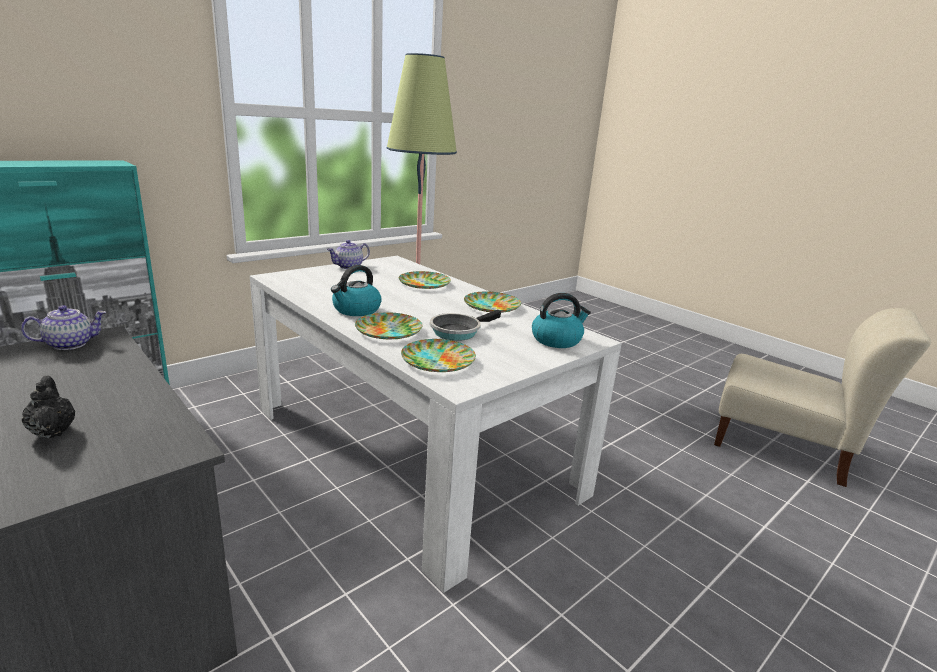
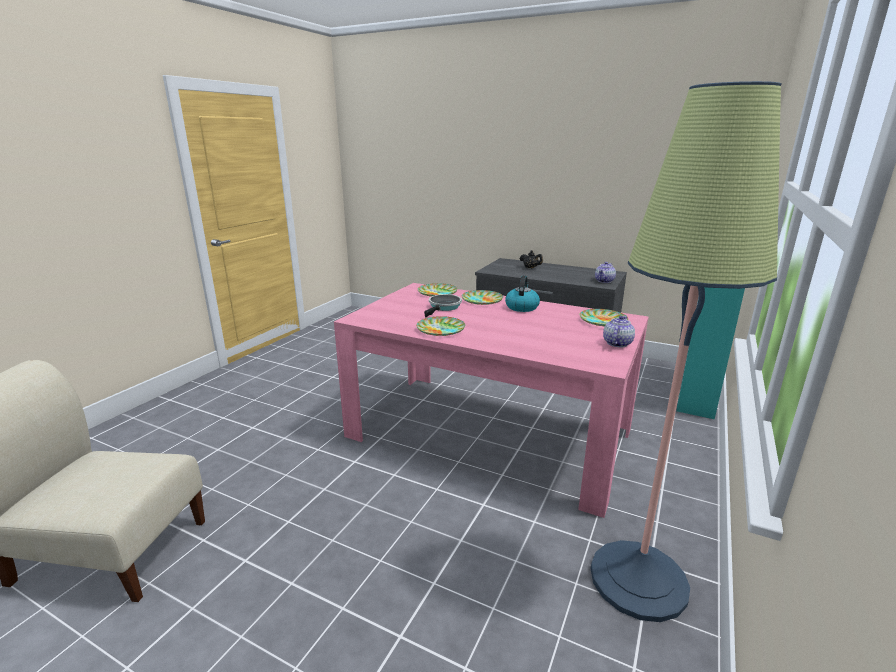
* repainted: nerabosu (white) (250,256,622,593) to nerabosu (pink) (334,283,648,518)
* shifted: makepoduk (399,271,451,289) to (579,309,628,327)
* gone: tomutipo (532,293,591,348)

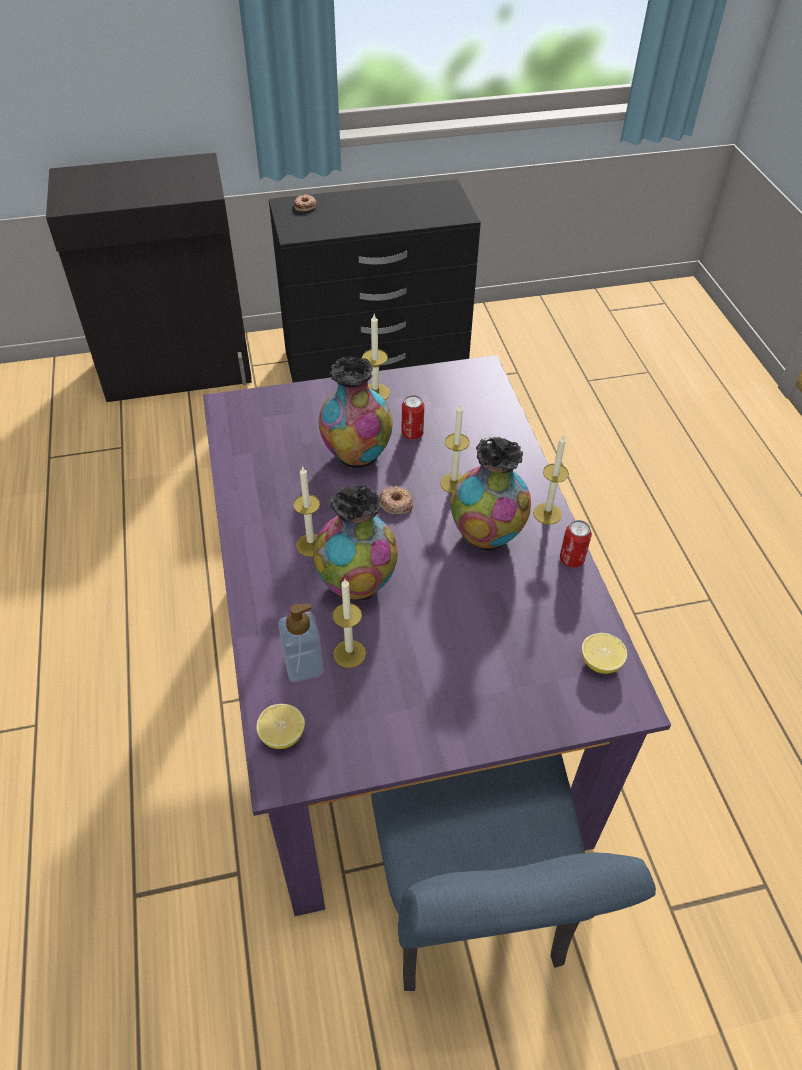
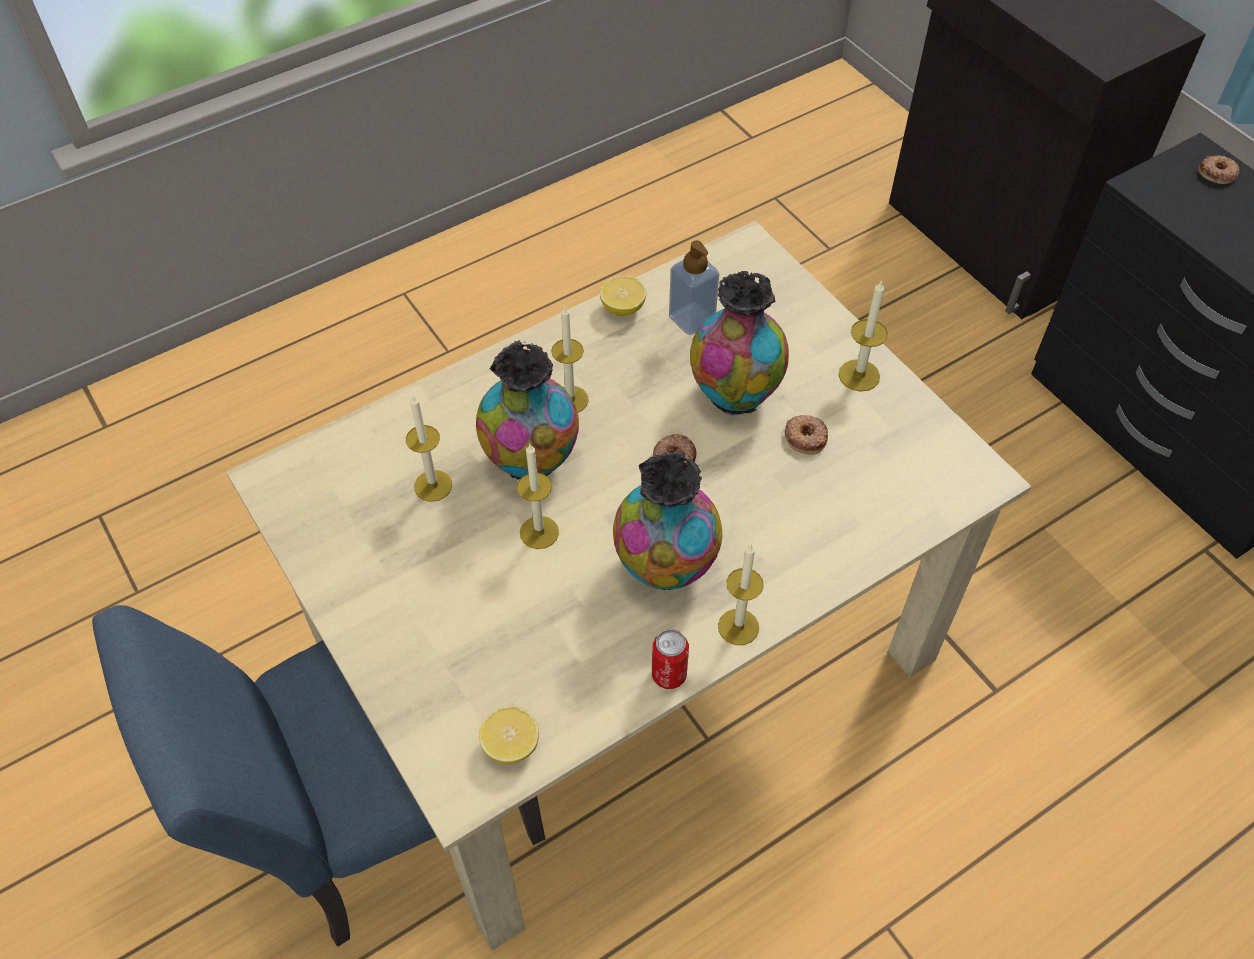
* repainted: nerabosu (purple) (203,355,671,916) to nerabosu (beige) (226,221,1032,950)
* shifted: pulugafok (256,704,305,749) to (600,276,646,316)
* shifted: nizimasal (278,604,323,682) to (669,240,719,335)
* swapped: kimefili (401,395,424,439) to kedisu (784,415,828,455)
* shifted: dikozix (440,404,470,493) to (517,444,559,549)

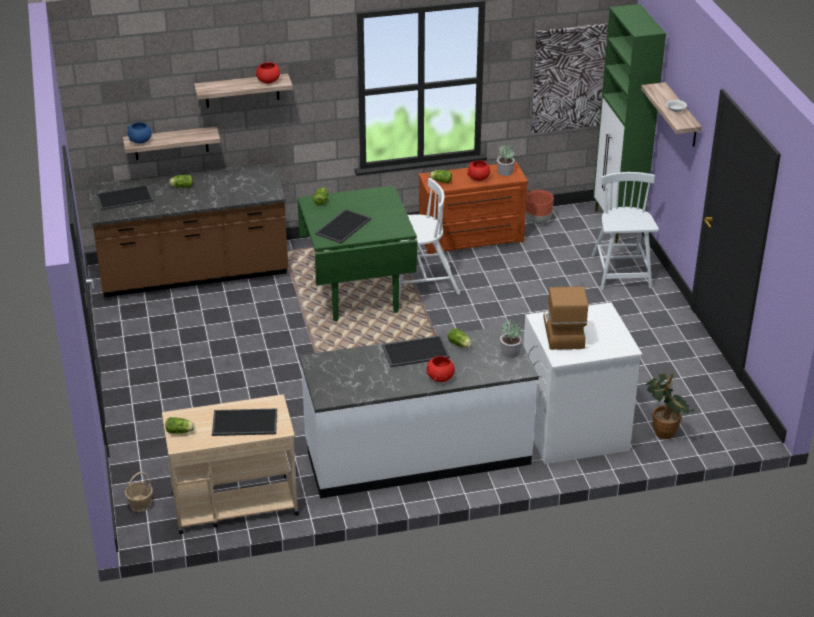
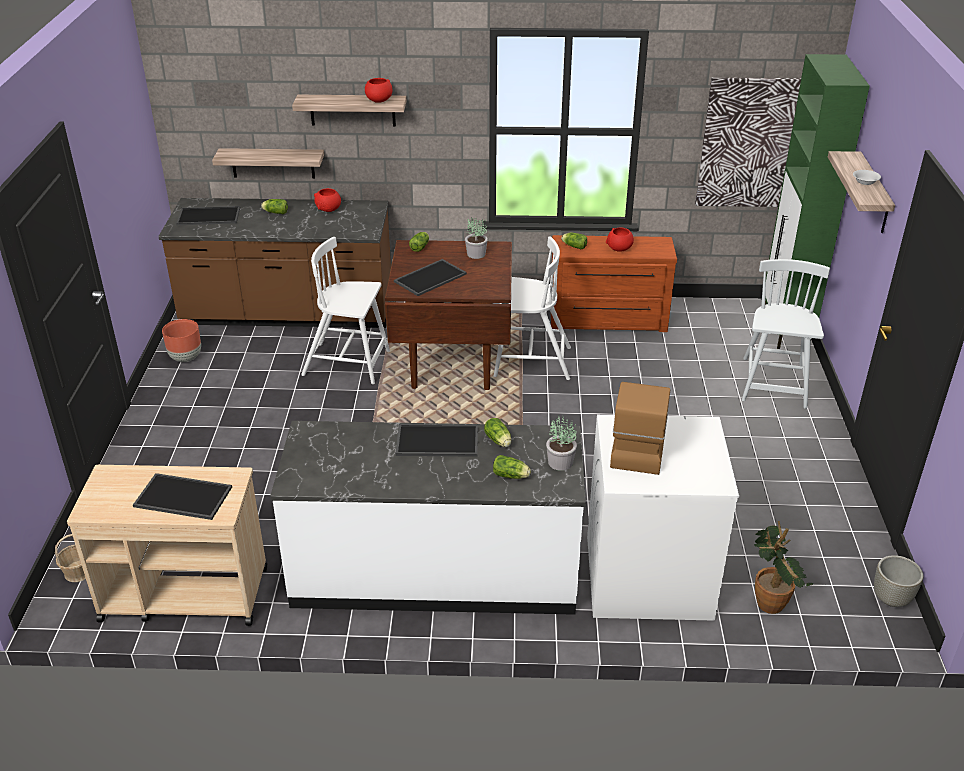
* gone: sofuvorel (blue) (127,122,152,144)
* shifted: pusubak (165,417,195,434) to (493,455,531,479)
* repainted: nerabosu (green) (297,186,418,321) to nerabosu (brown) (385,240,512,390)
* shifted: sofuvorel (red) (427,356,455,382) to (314,188,341,212)
* shifted: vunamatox (497,144,515,176) to (465,218,488,259)
* shifted: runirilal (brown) (526,190,554,224) to (162,319,201,362)
* new: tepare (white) (301,237,390,384)
* new: runirilal (grey) (874,555,923,607)

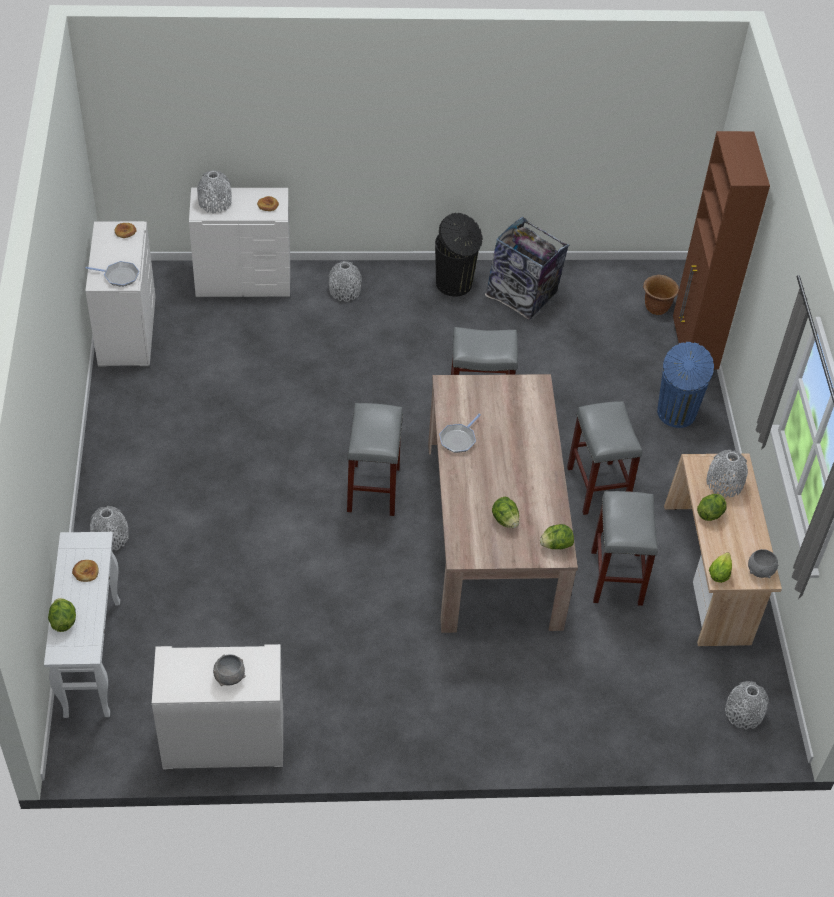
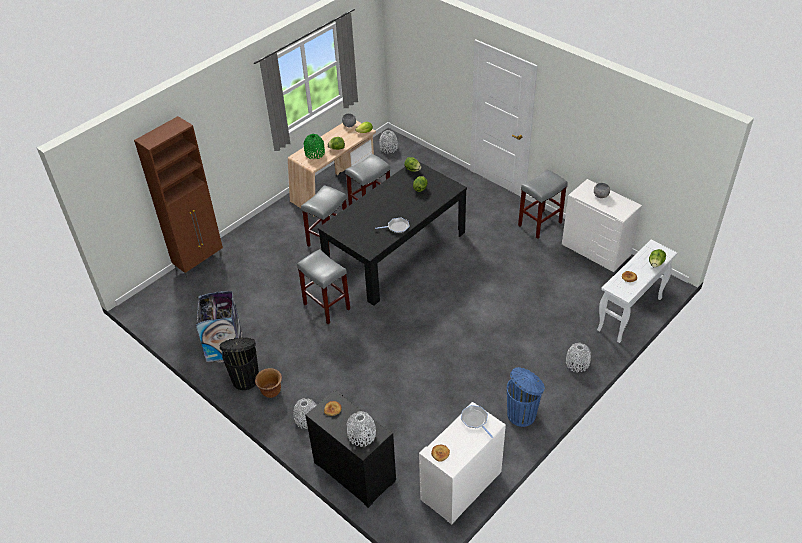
* repainted: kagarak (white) (189,188,290,298) to kagarak (black) (305,390,396,508)
* shifted: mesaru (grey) (347,403,403,516) to (518,169,568,239)
* repainted: nerabosu (beige) (428,374,578,633) to nerabosu (black) (318,161,467,306)
* shifted: runirilal (brown) (643,275,679,315) to (255,368,282,398)
* shifted: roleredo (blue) (657,342,714,428) to (507,367,545,427)
* repainted: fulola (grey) (706,450,748,497) to fulola (green) (304,134,325,159)

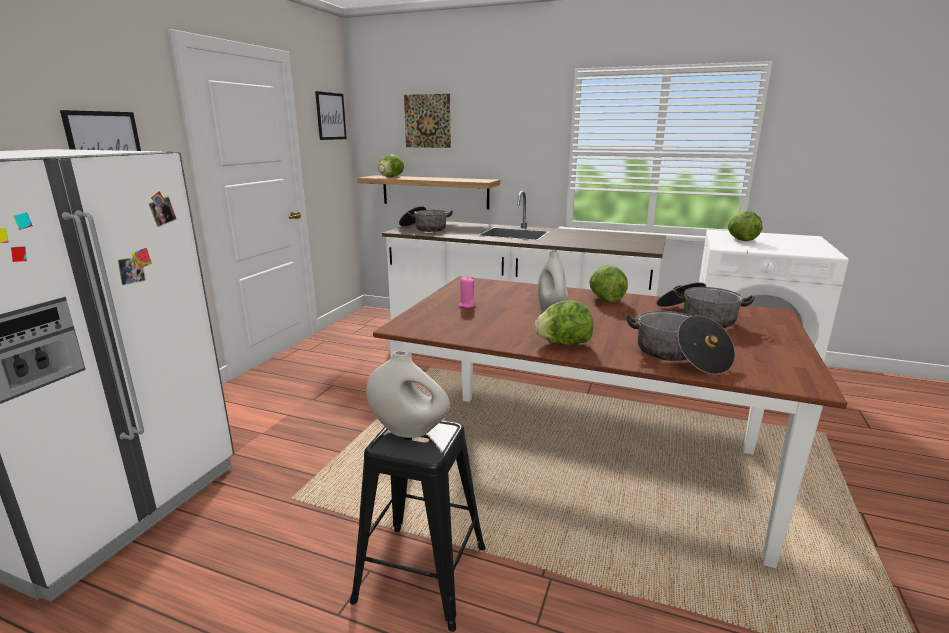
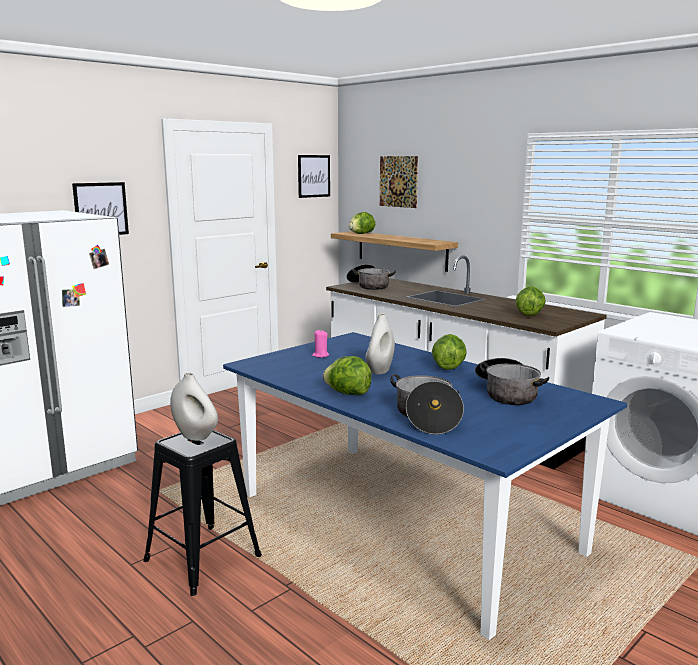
* repainted: nerabosu (brown) (373,276,847,568) to nerabosu (blue) (223,332,627,640)
* shifted: pusubak (728,211,762,241) to (516,286,546,316)

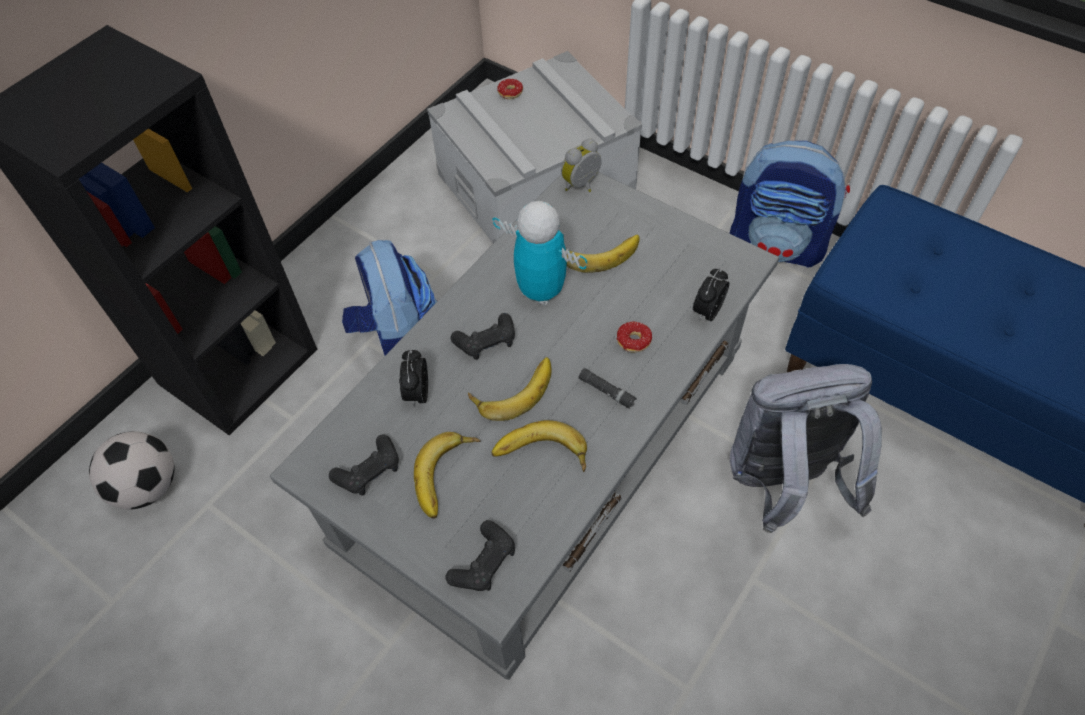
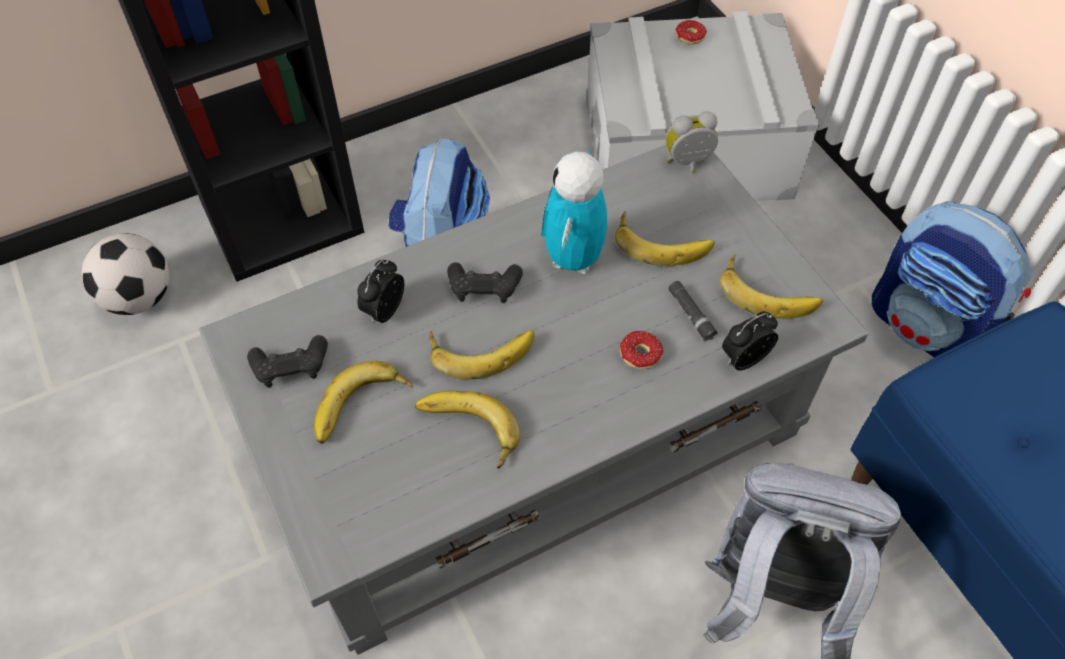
* gone: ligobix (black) (445,520,515,591)
* rotated: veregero (492,201,587,306) = (541,150,607,274) 135 degrees counterclockwise
* shifted: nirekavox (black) (579,368,637,409) to (668,281,718,341)
* new: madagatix (720,254,823,319)

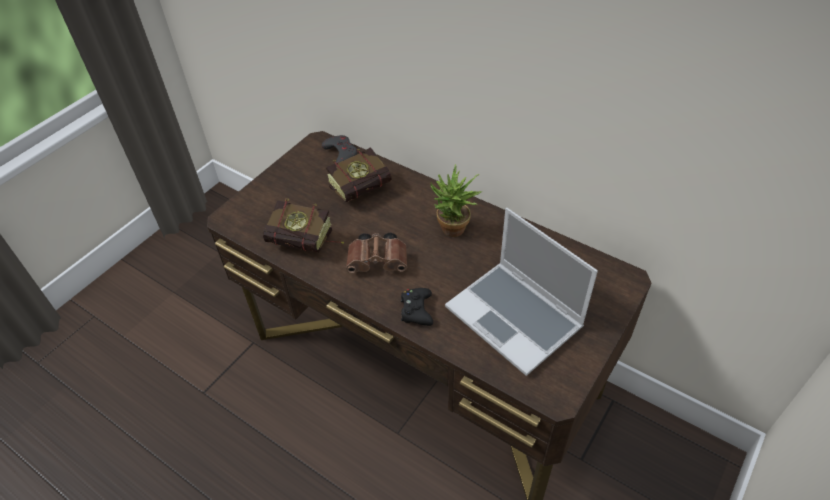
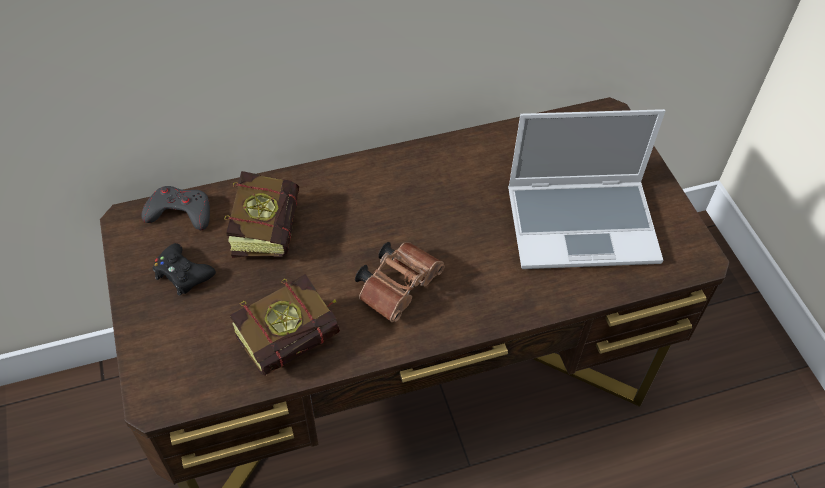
* shifted: ligobix (black) (401,288,433,326) to (153,243,216,296)
* gone: vunamatox (430,164,482,237)

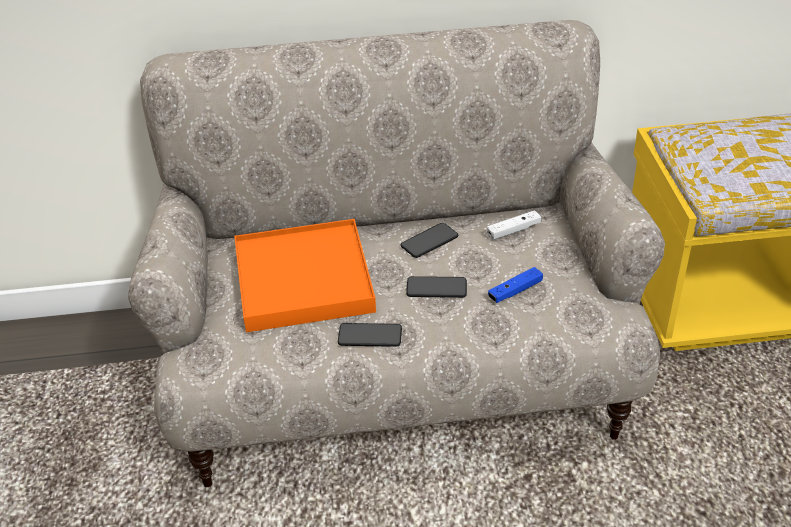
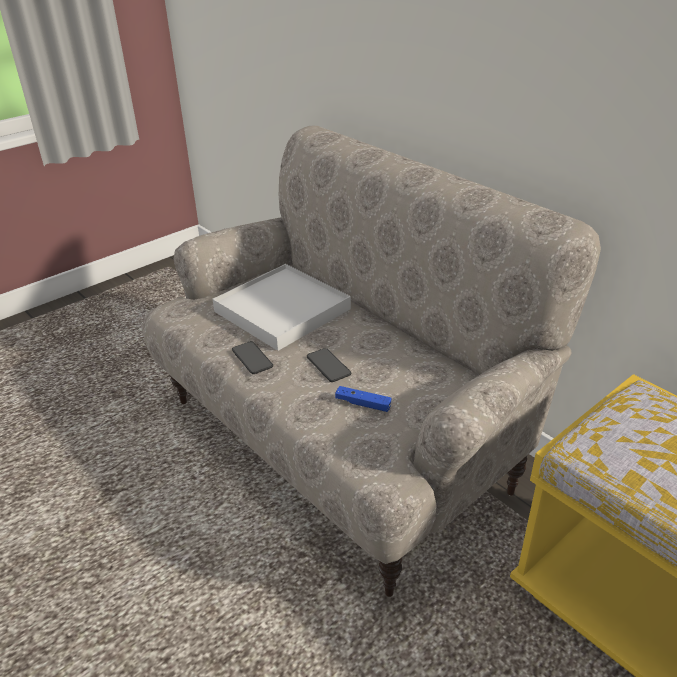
* repainted: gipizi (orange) (234,219,376,332) to gipizi (white) (213,264,351,351)
* gone: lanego (401,223,458,258)
* gone: ligobix (white) (487,210,541,240)

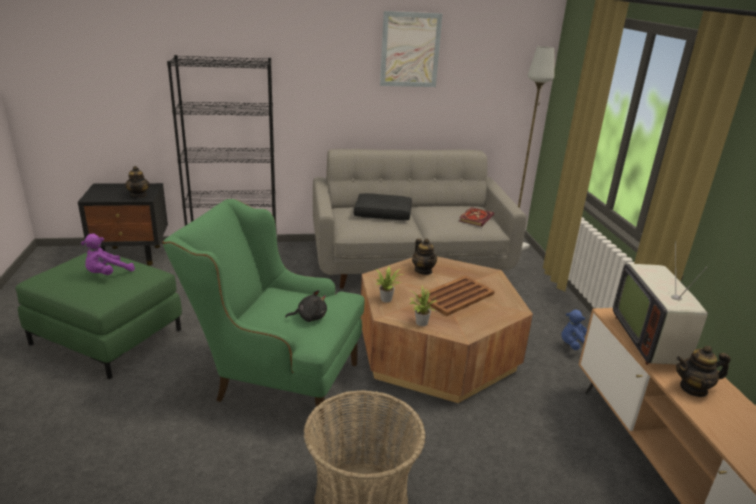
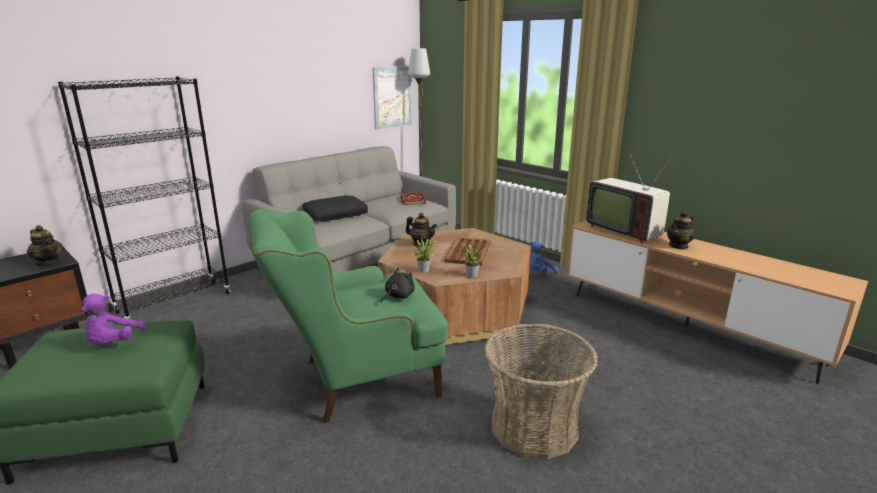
* shifted: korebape (380,11,442,87) to (372,66,412,130)

